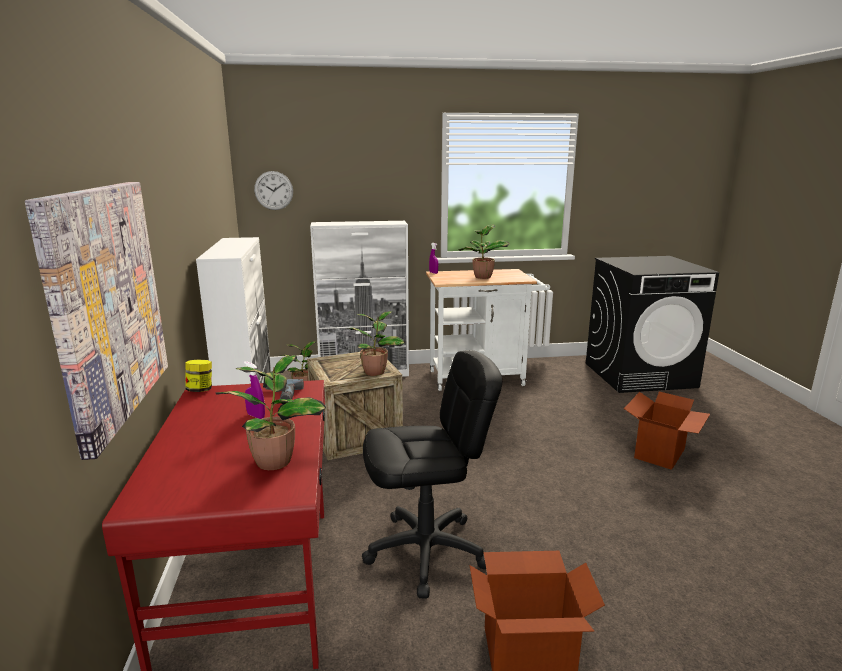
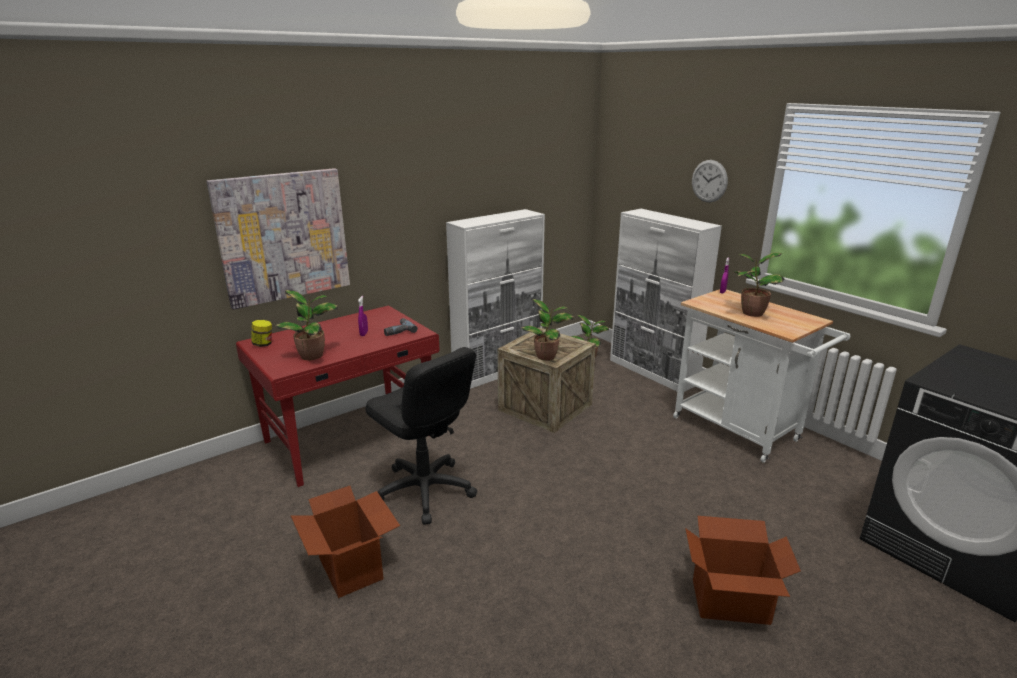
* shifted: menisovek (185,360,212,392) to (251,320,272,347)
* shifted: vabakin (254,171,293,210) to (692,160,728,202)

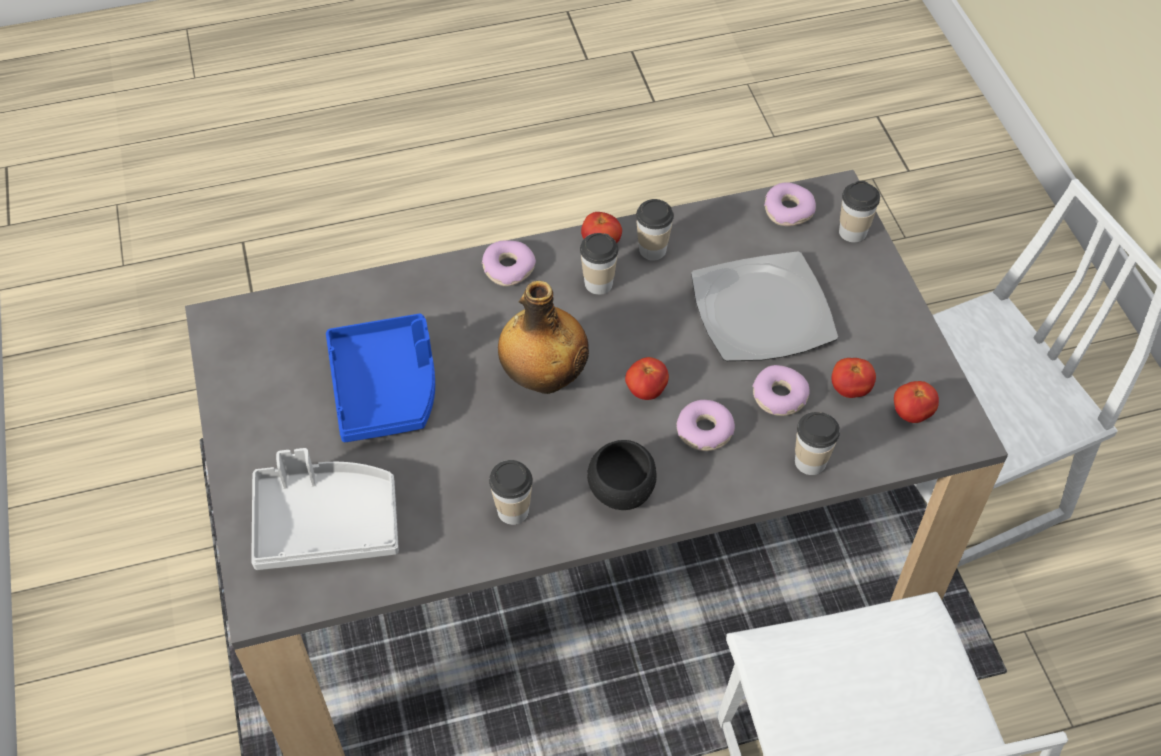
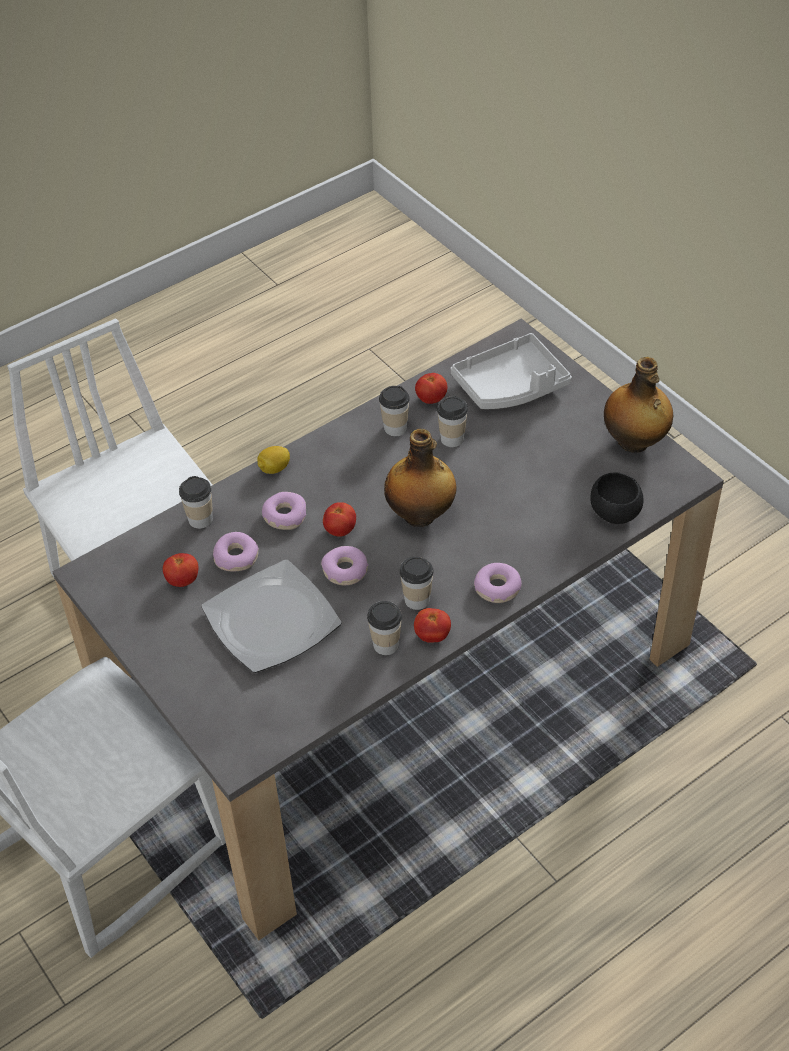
* gone: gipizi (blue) (326,314,435,442)
* shifted: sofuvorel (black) (587,440,656,510) to (590,472,644,524)
* shifted: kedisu (764,183,816,226) to (321,546,368,585)
* shifted: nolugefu (839,181,880,243) to (437,396,468,447)
* shifted: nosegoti (894,381,939,423) to (415,373,447,404)
* new: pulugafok (257,446,290,474)
* new: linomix (604,357,673,453)

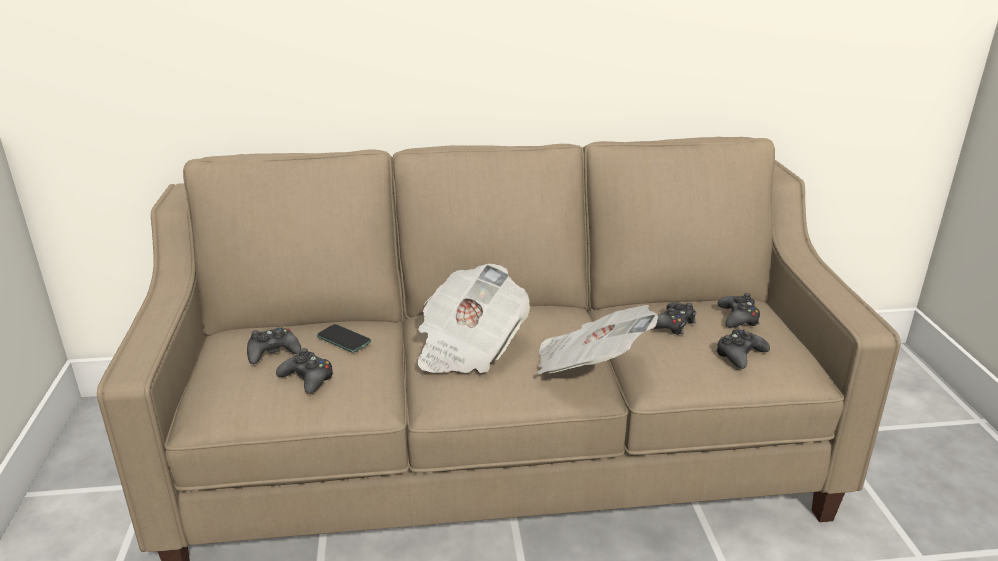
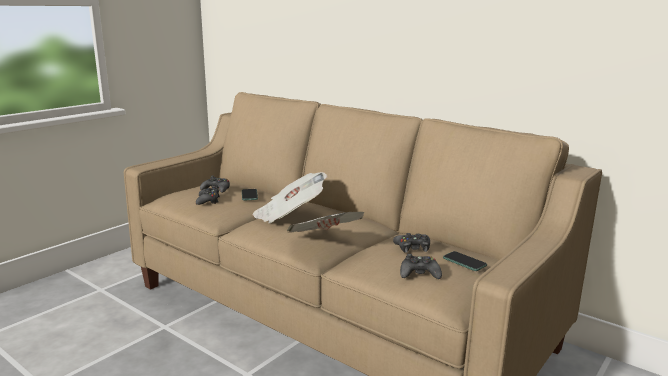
* swapped: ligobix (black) (718,293,760,328) to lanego (443,251,487,271)

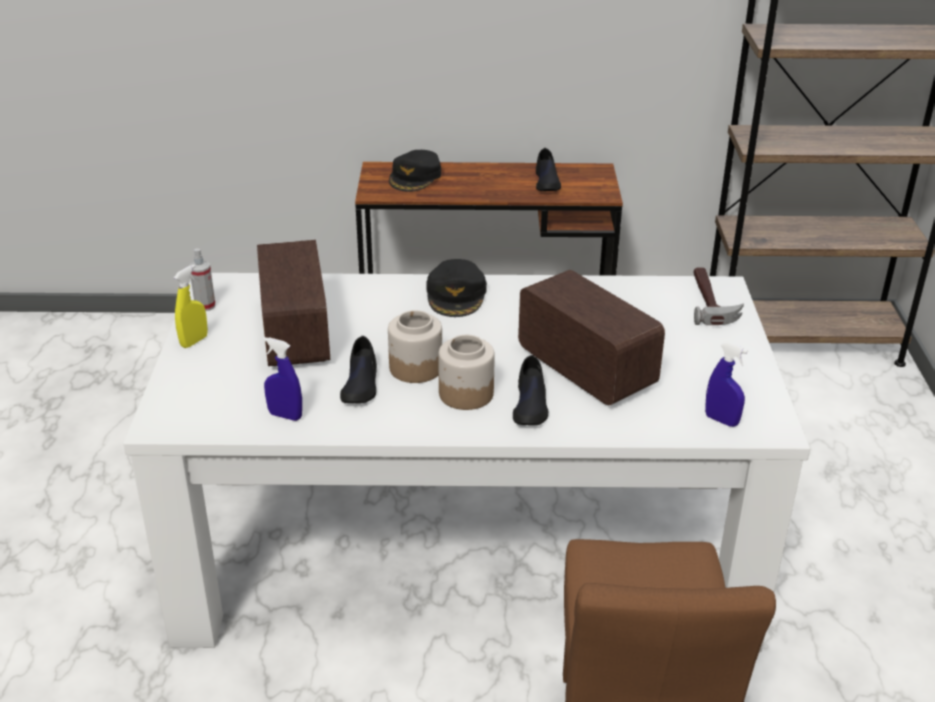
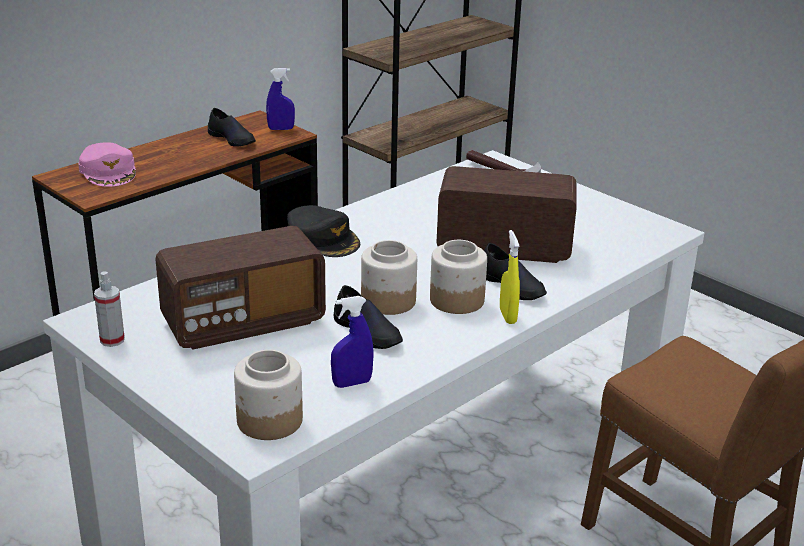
* shifted: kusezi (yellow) (174,264,208,348) to (500,230,520,324)
* rotated: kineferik (257,240,330,366) = (155,226,326,349) 60 degrees counterclockwise
* repainted: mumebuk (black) (389,150,441,192) to mumebuk (pink) (78,143,136,187)
* shifted: kusezi (blue) (705,342,748,427) to (266,68,295,130)
* new: menisovek (234,350,303,440)

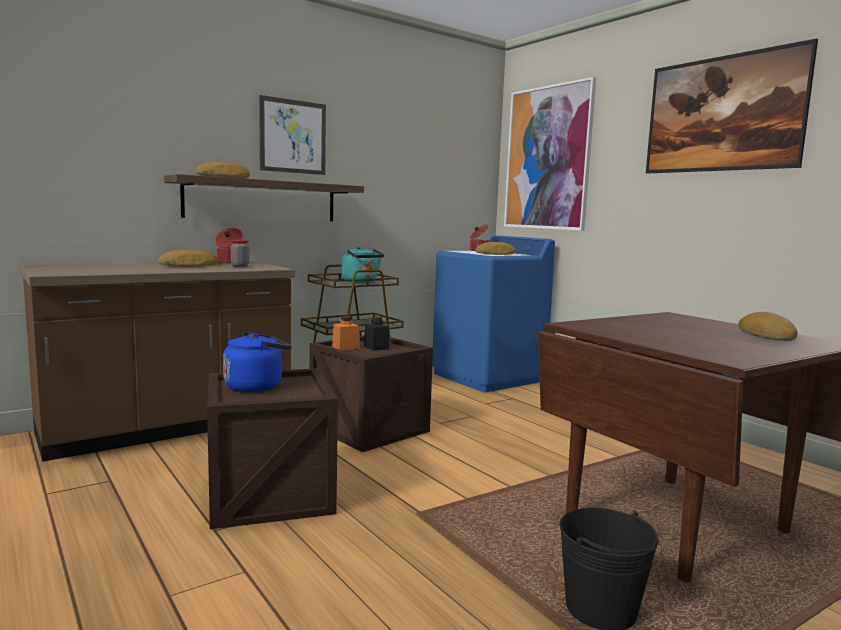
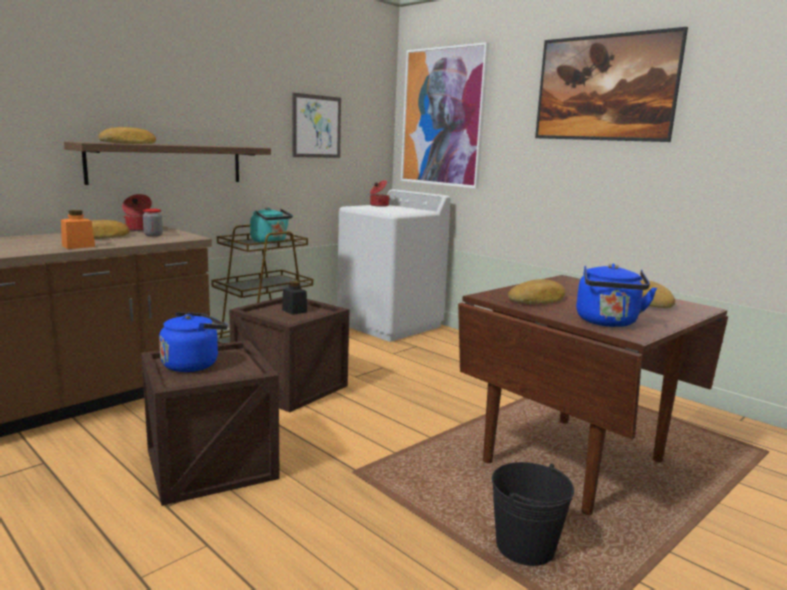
* shifted: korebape (259,95,326,175) to (292,93,341,158)
* shifted: menisovek (orange) (332,316,360,350) to (61,210,95,249)
* repainted: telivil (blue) (432,235,555,393) to telivil (white) (337,189,451,342)
* shifted: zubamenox (475,242,515,255) to (508,279,565,304)
* new: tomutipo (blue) (576,264,657,327)

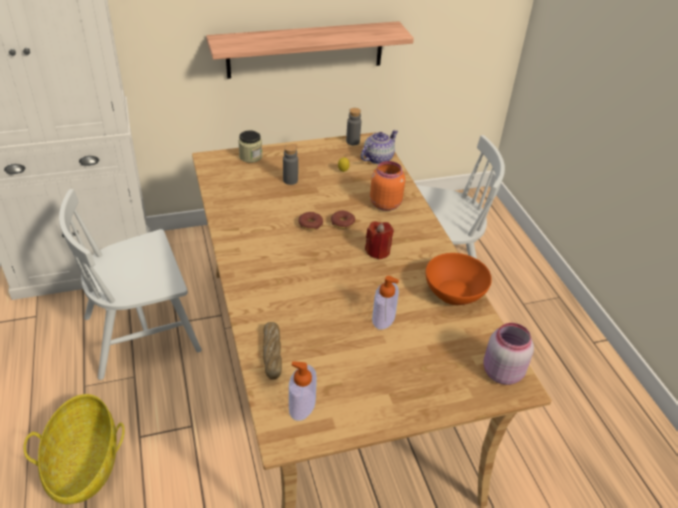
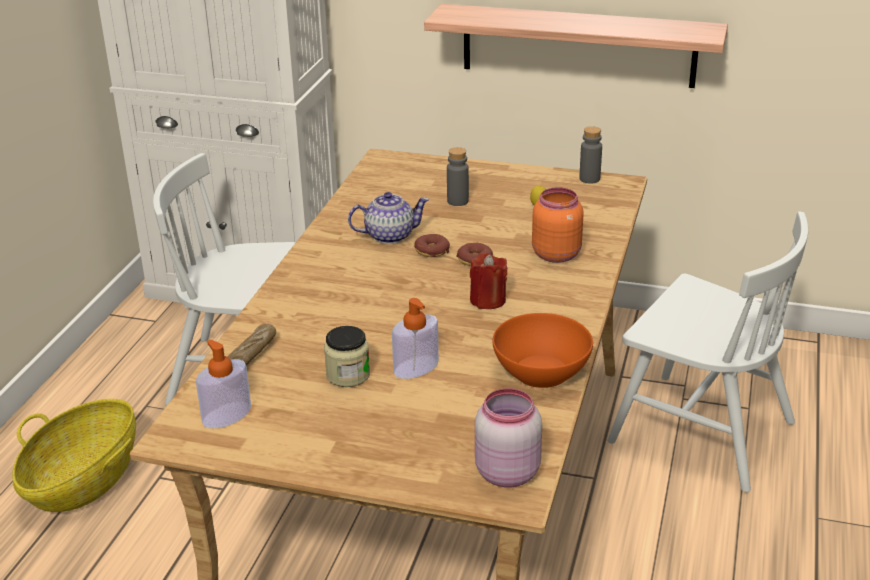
* shifted: menisovek (238,130,262,163) to (324,326,370,387)
* shifted: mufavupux (361,130,398,164) to (348,192,430,244)

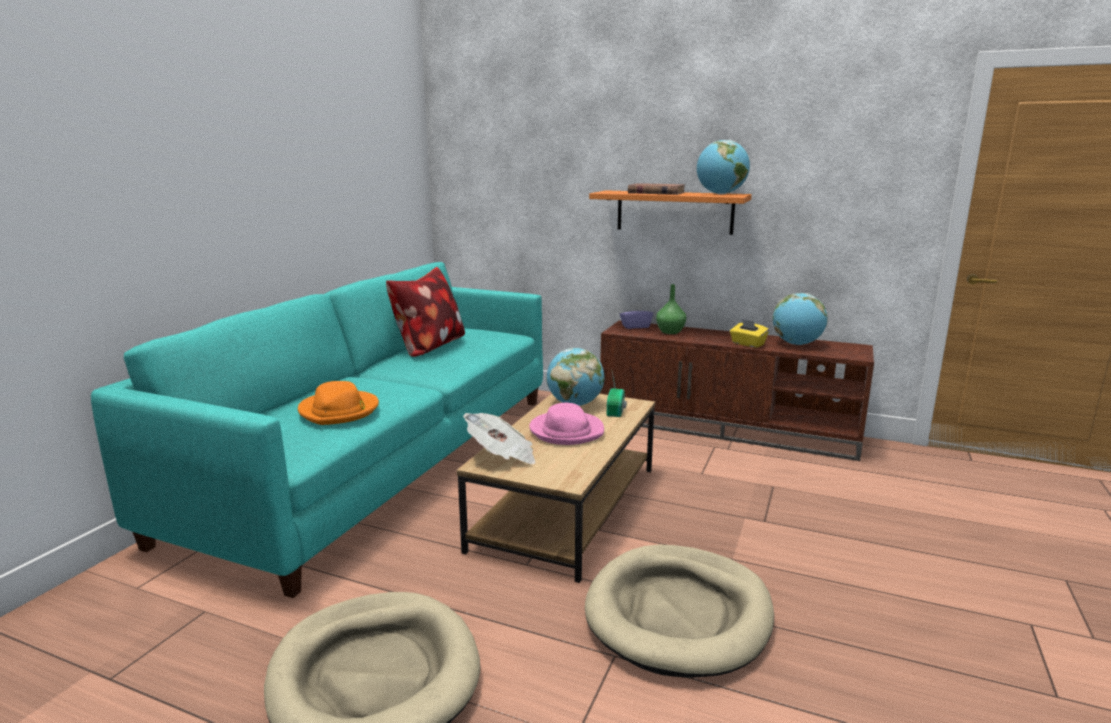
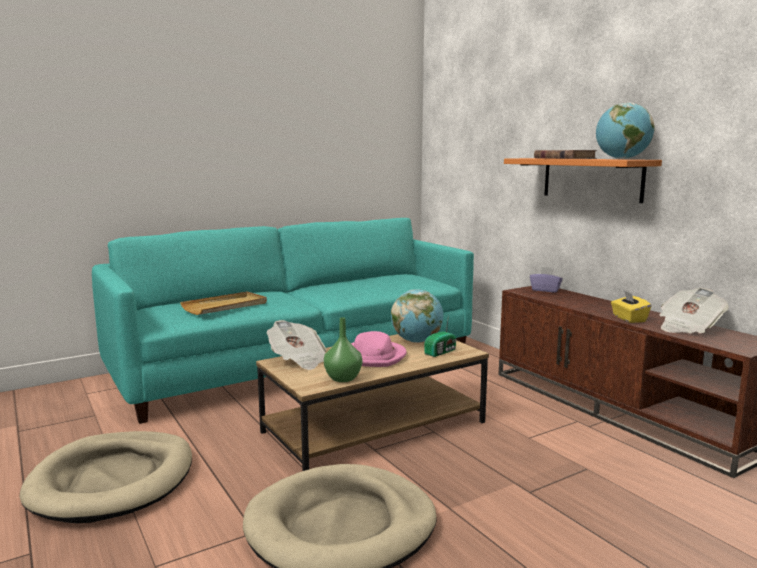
* swapped: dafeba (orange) (298,381,379,425) to gipizi (beige) (180,292,267,315)
* gone: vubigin (386,267,465,357)
* shifted: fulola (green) (656,284,686,334) to (324,317,362,382)
* swapped: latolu (772,293,828,345) to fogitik (659,288,729,333)

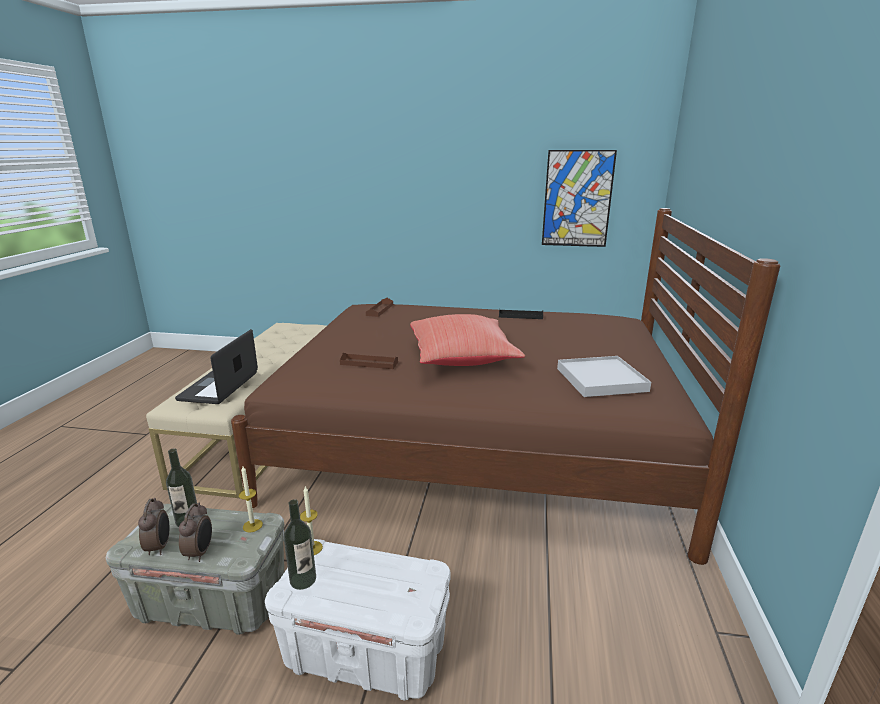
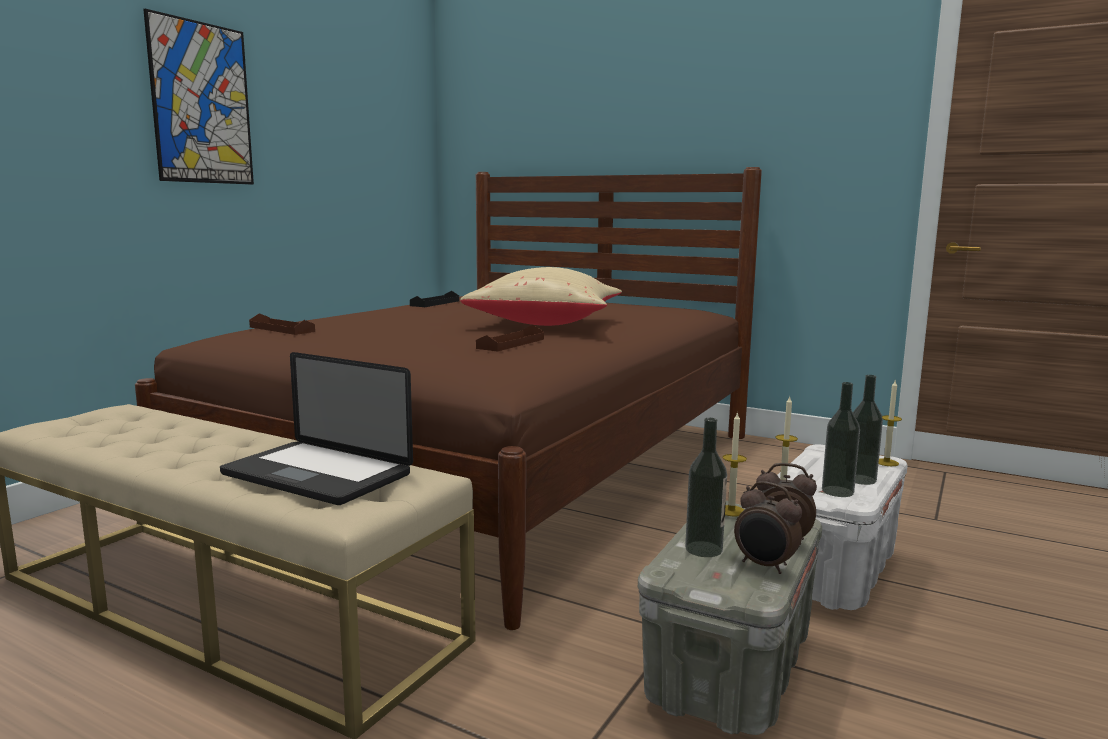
* rotated: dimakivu (138,498,169,555) = (734,481,802,574) 150 degrees counterclockwise
* repainted: vubigin (red) (410,314,525,366) to vubigin (beige) (460,267,622,326)
* shifted: korebape (542,150,617,247) to (143,9,254,185)
* gone: gipizi (white) (557,356,651,397)
* new: linomix (853,375,883,485)
* new: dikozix (879,381,902,466)

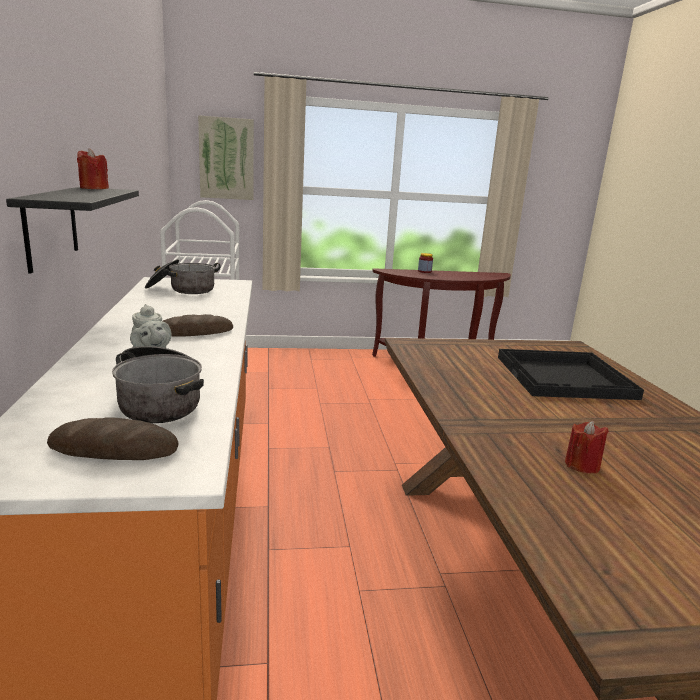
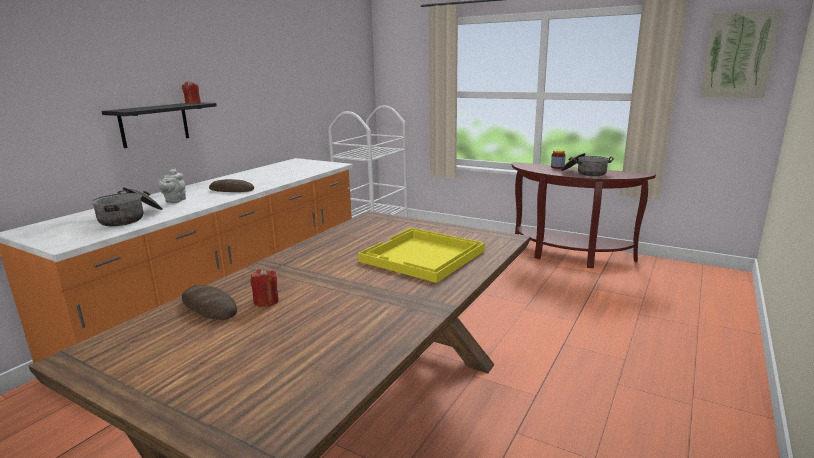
* shifted: zubamenox (47,417,179,460) to (182,285,237,320)
* shifted: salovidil (145,259,221,294) to (561,153,613,176)
* shifted: korebape (198,115,254,200) to (700,9,782,98)
* repainted: gipizi (black) (498,349,644,400) to gipizi (yellow) (358,228,485,283)

